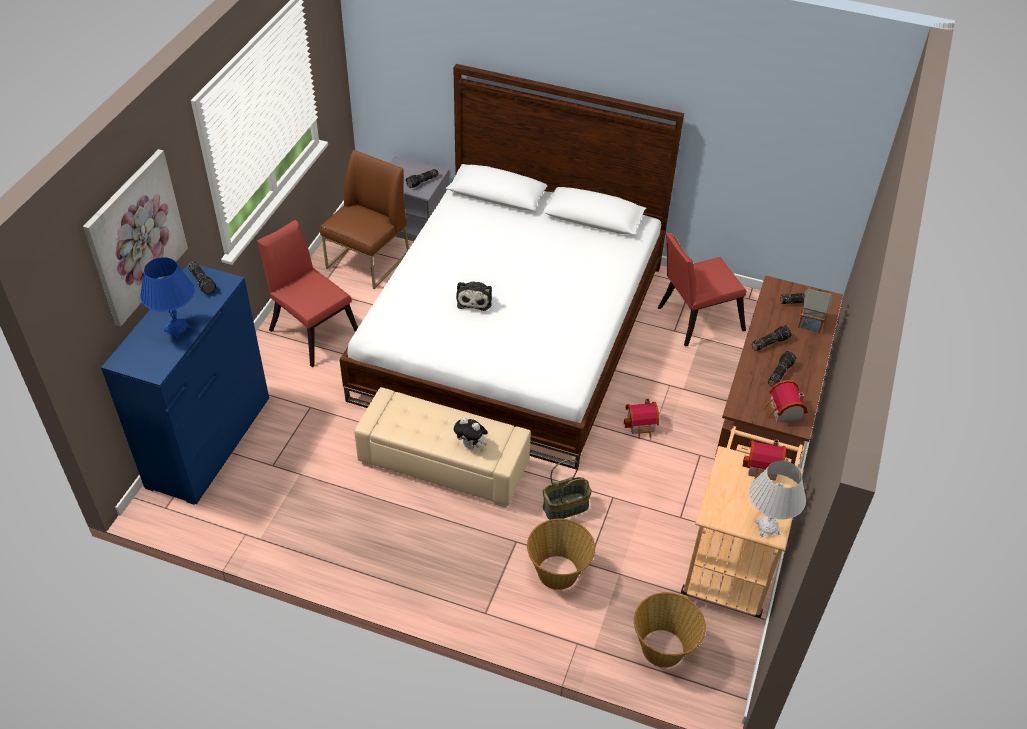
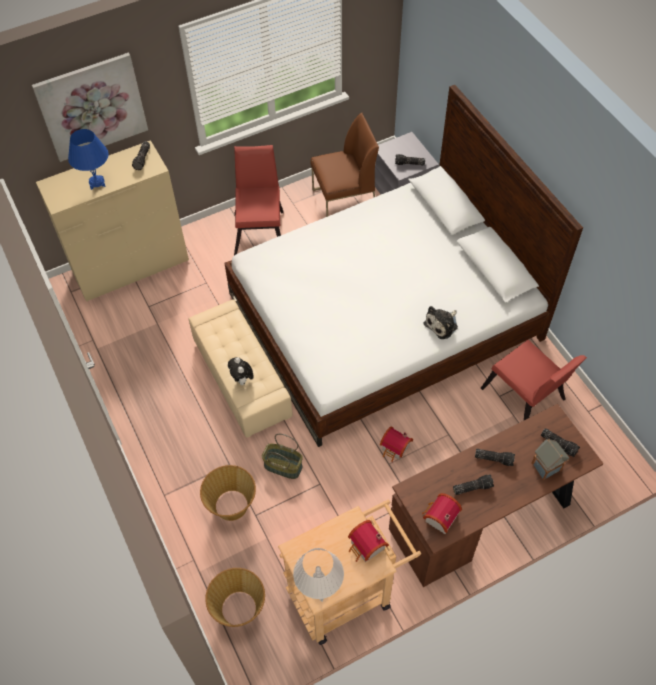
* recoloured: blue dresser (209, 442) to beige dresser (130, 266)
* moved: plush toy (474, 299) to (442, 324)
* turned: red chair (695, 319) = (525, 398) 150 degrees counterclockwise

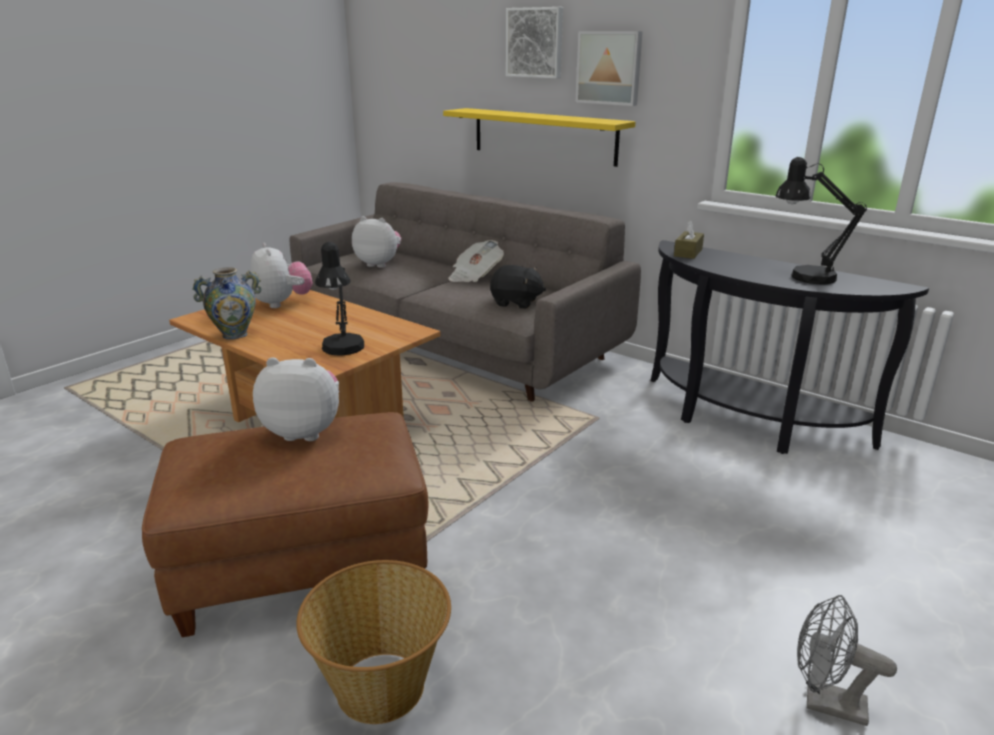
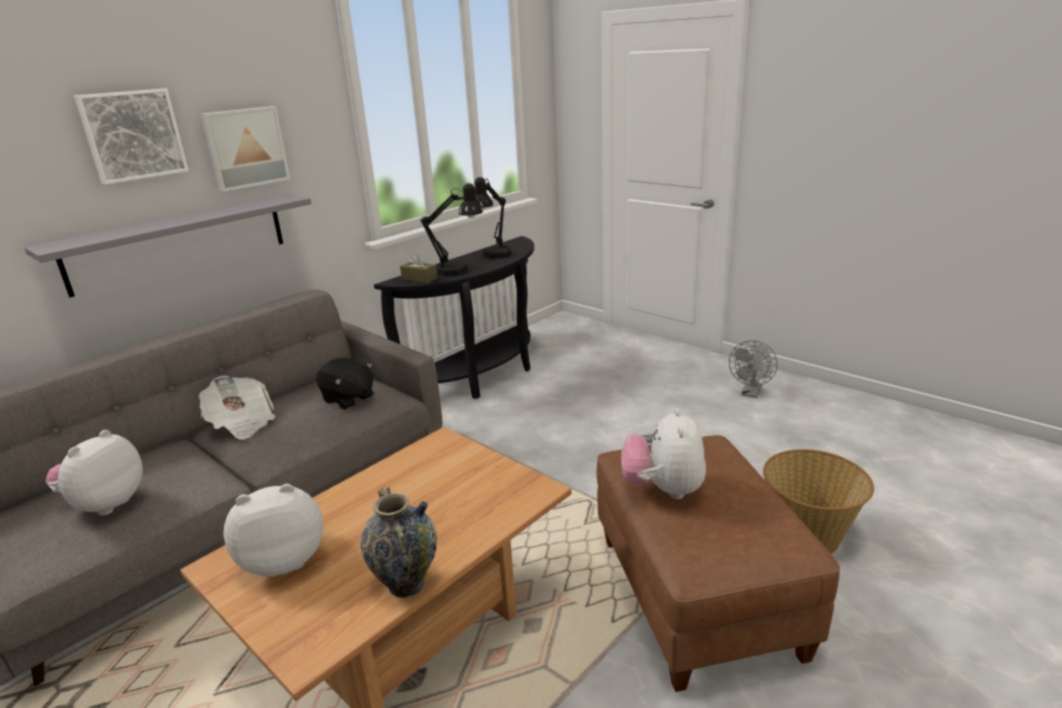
* recoloured: yellow shelf (543, 136) to grey shelf (179, 242)
* turned: black plush toy (516, 303) = (348, 399) 105 degrees clockwise
* moved: black table lamp (342, 351) to (459, 270)

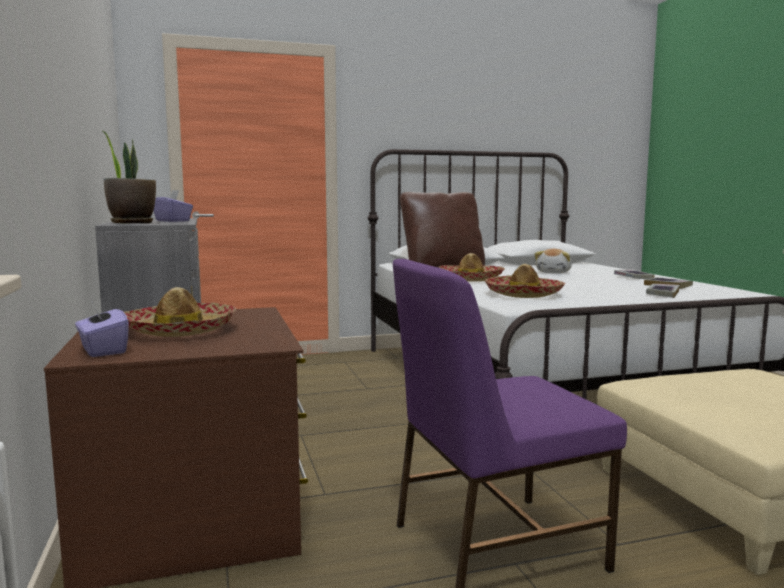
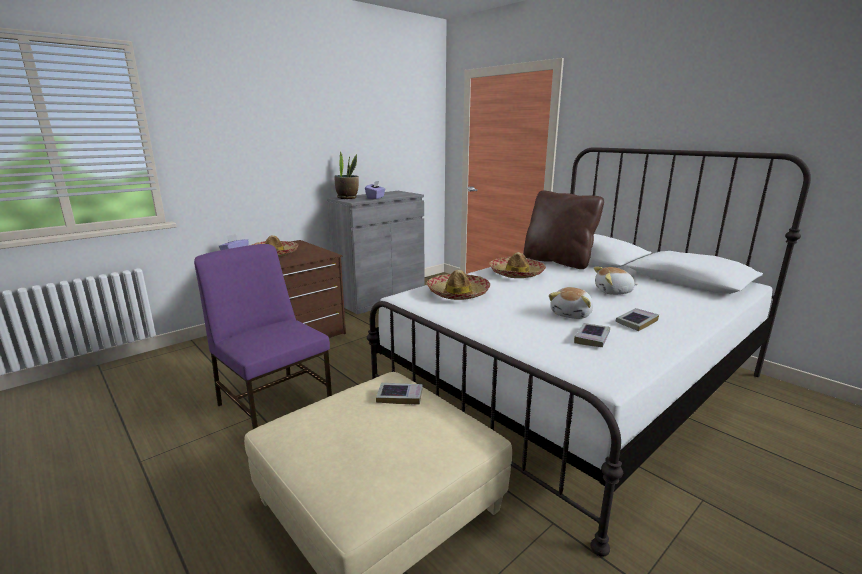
* moved: book (662, 294) to (400, 396)
* added: plush toy (571, 314)

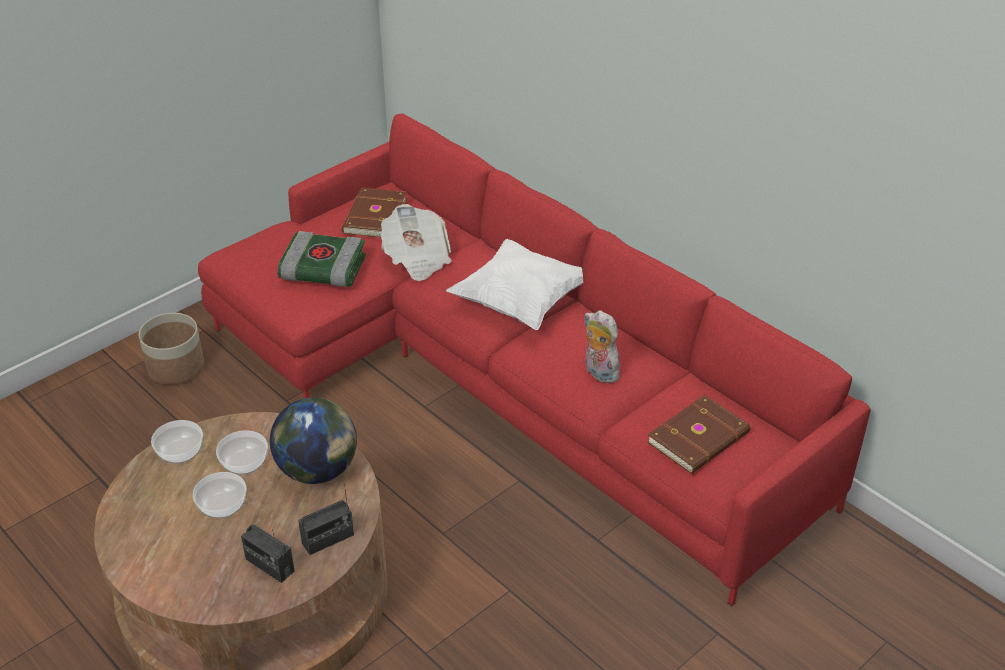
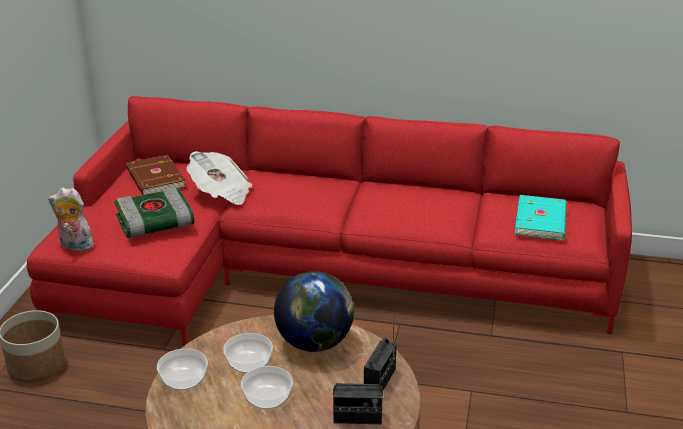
* moved: plush toy (598, 372) to (74, 246)
* recoloured: brown book (700, 438) to turquoise book (542, 220)
* removed: white pillow (521, 302)

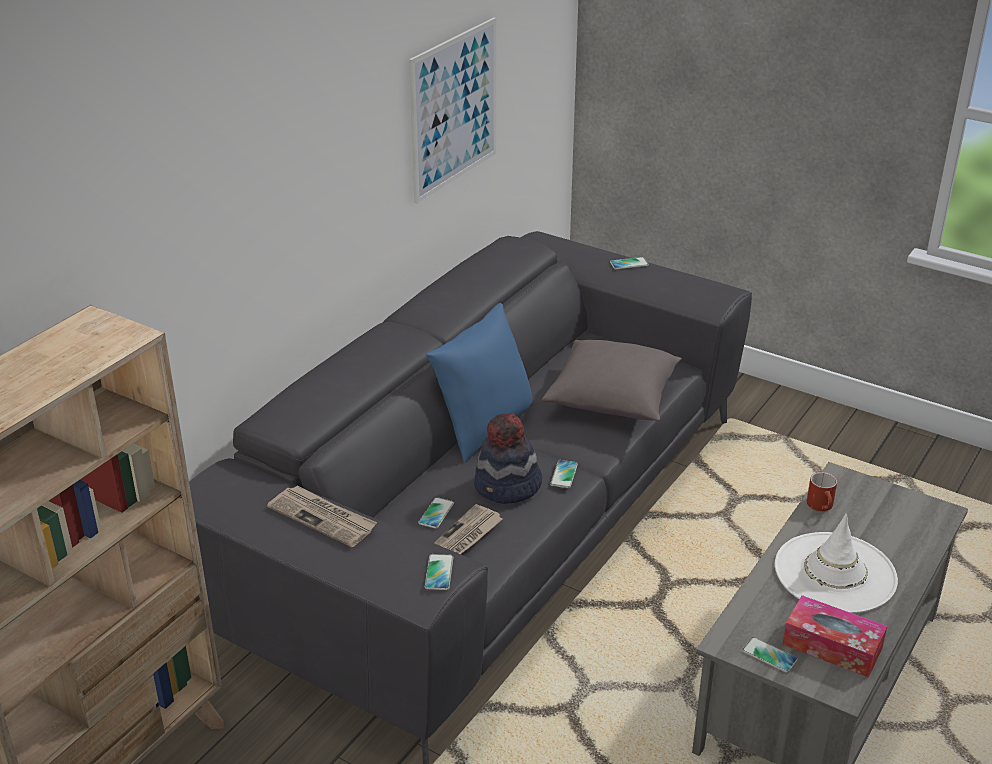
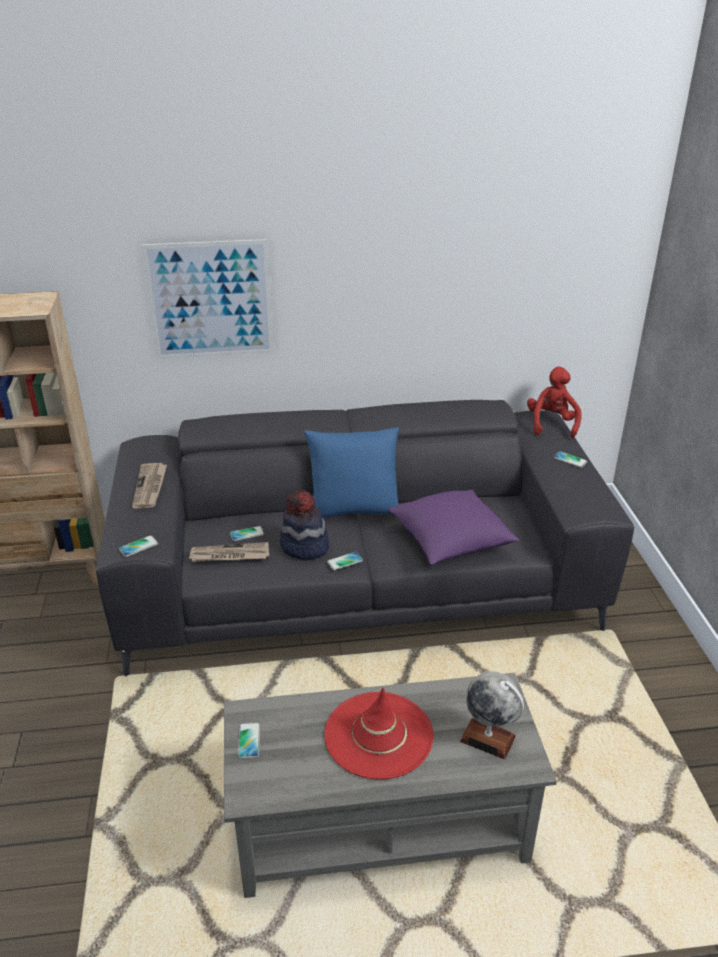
* moved: picture (454, 109) to (210, 300)
* recoloured: white hat (835, 573) to red hat (378, 735)
* recoloured: grey pillow (613, 400) to purple pillow (451, 542)
* added: globe (488, 738)
* added: red plush toy (551, 424)
* removed: tissue box (832, 646)
* removed: red mug (822, 506)

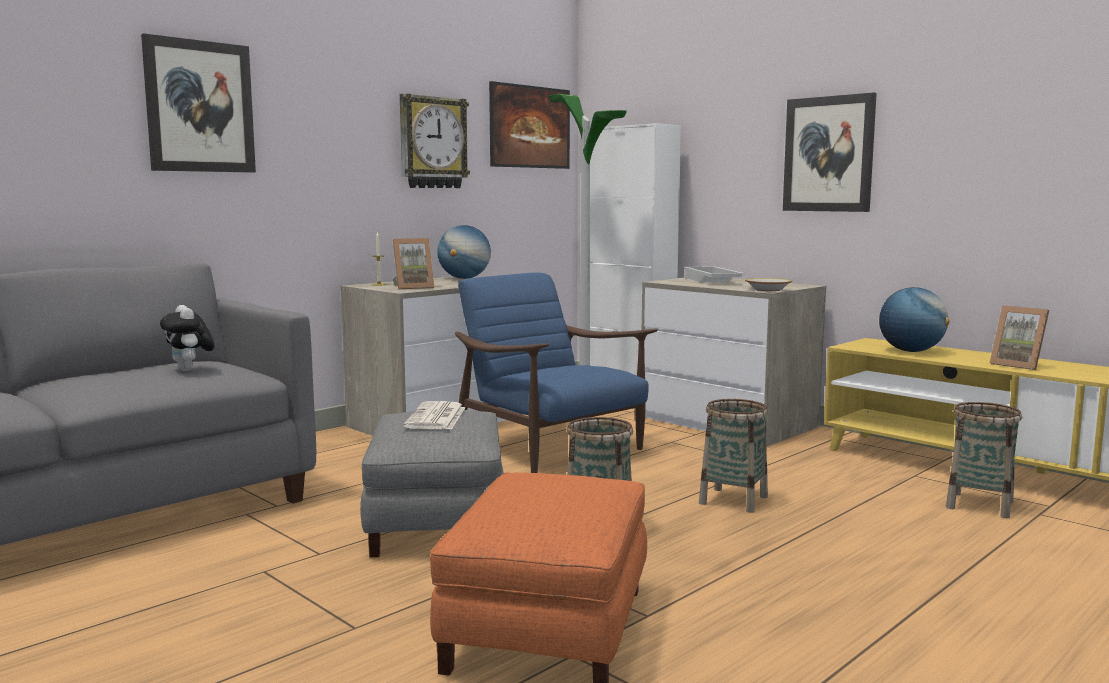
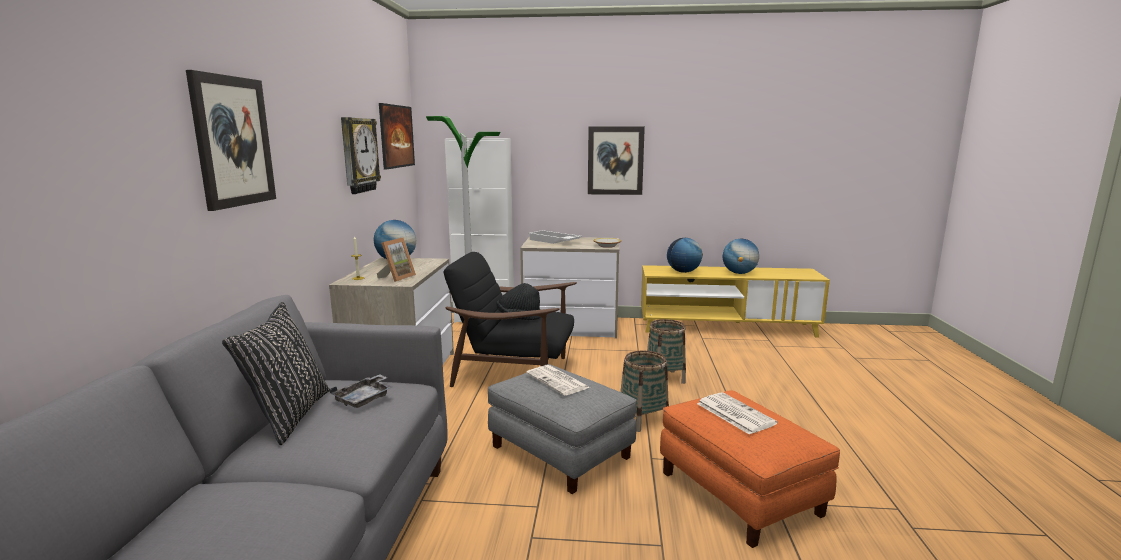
* added: black pillow (288, 416)
* replaced: plush toy (190, 370) to grey tray (364, 399)
* recoloured: blue armchair (550, 448) to black armchair (515, 372)
* added: black hat (518, 318)
* added: newspaper (734, 413)
* replaced: picture frame (1018, 365) to globe (739, 273)
* removed: basket (980, 505)

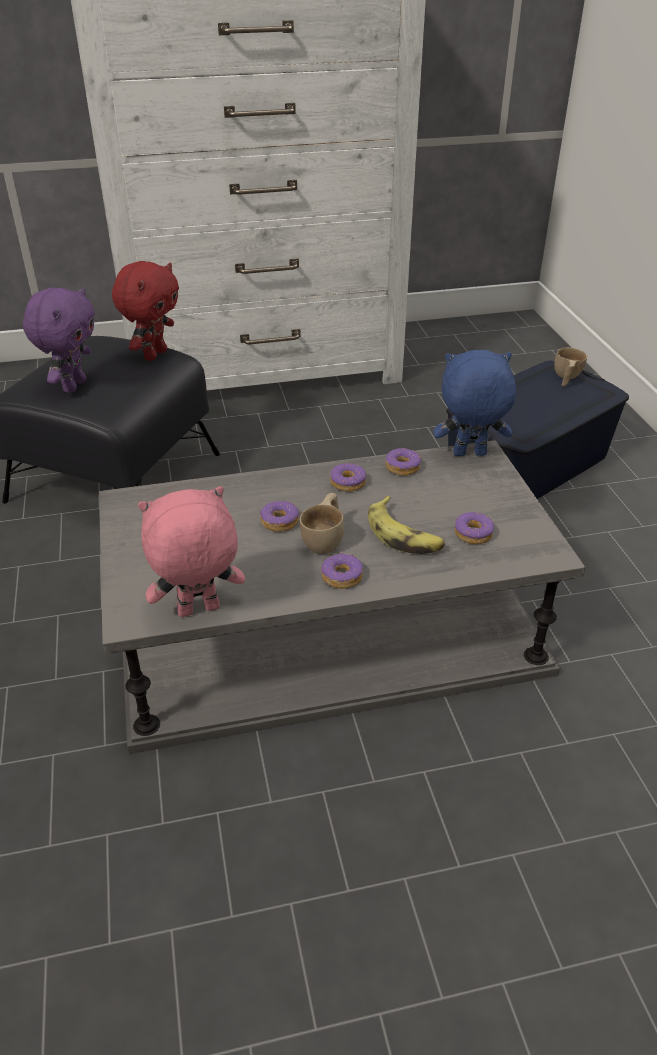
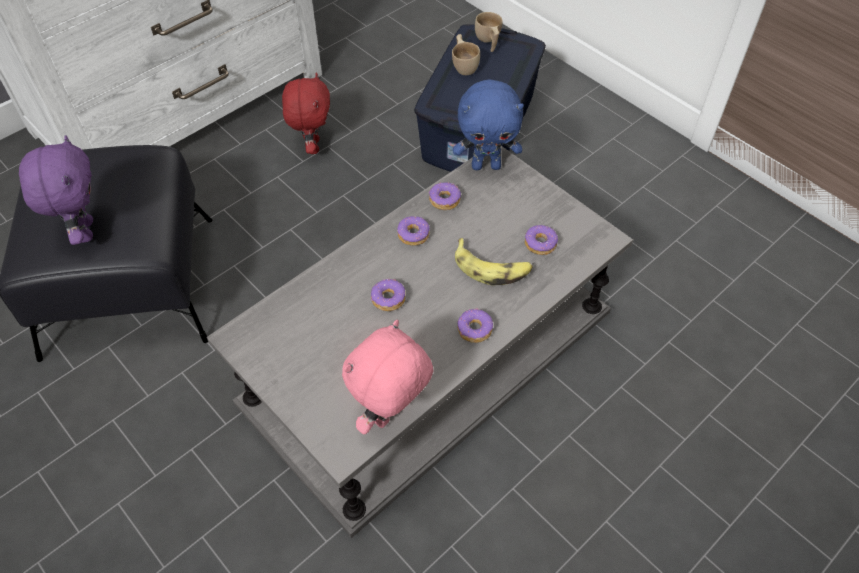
* moved: red plush toy (154, 354) to (312, 146)
* moved: beige cup (326, 539) to (464, 65)
* turned: blue plush toy (469, 455) = (486, 165) 150 degrees counterclockwise

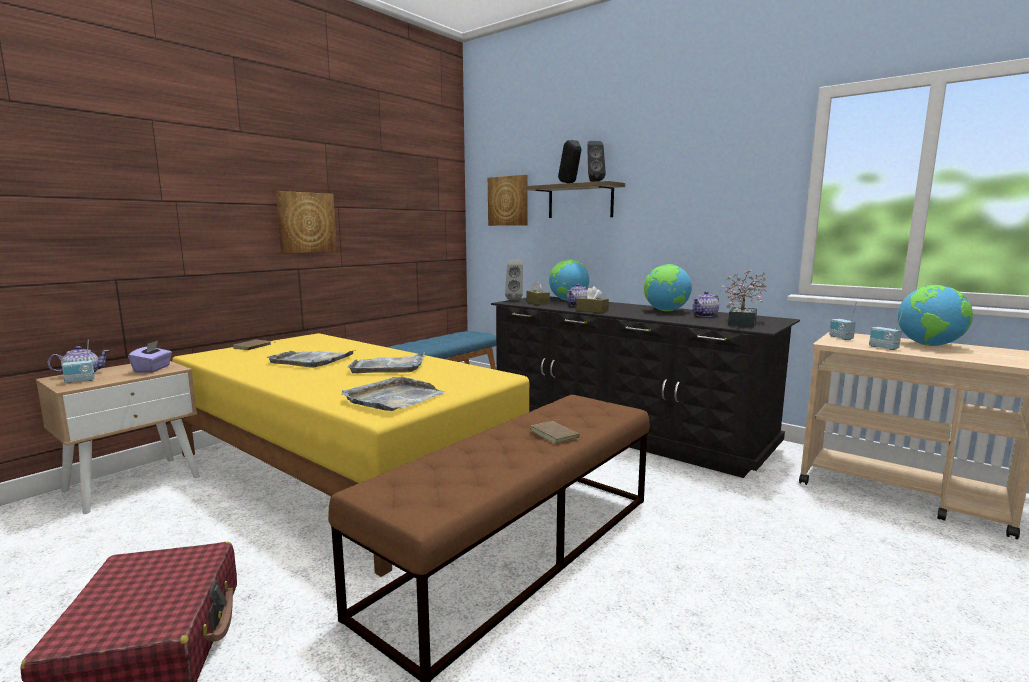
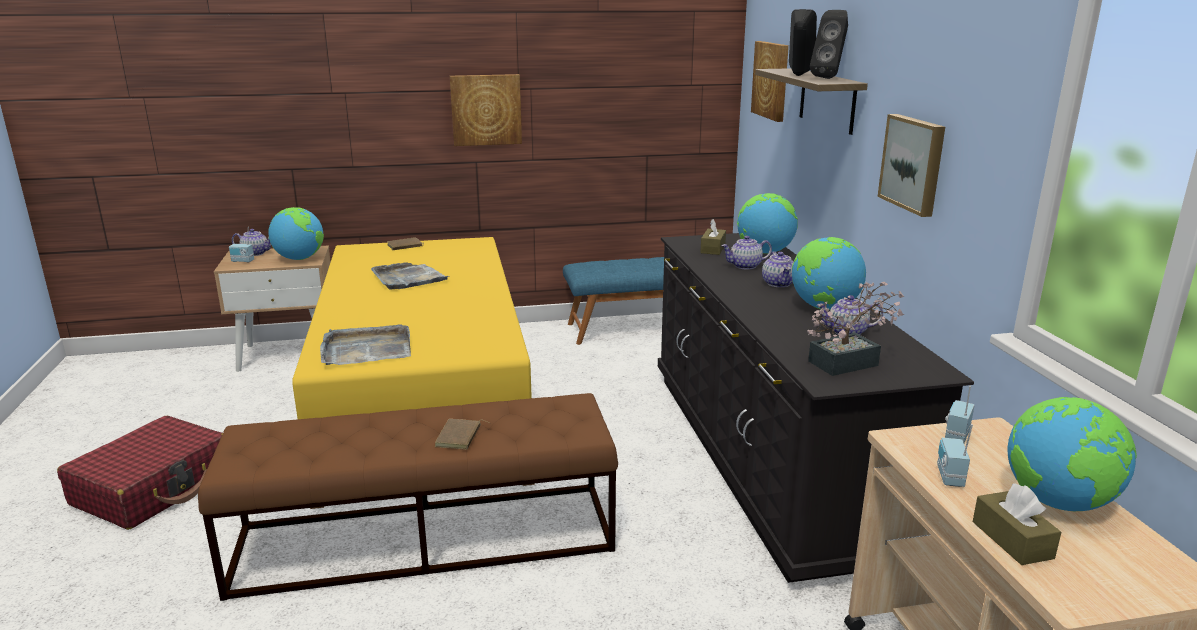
* replaced: purple tissue box (153, 369) to globe (299, 258)
* added: teapot (779, 283)
* added: picture (914, 163)
* moved: brown tissue box (592, 310) to (1012, 540)
* removed: grey tray (389, 366)
* removed: grey speaker (515, 300)

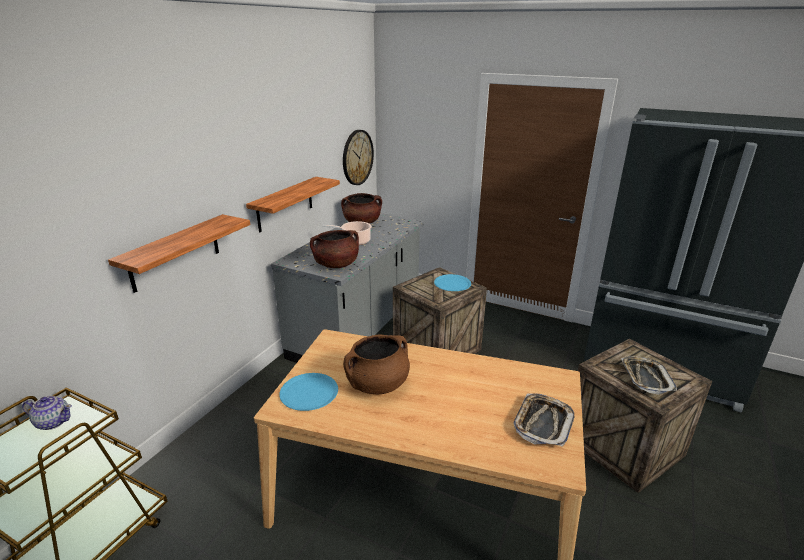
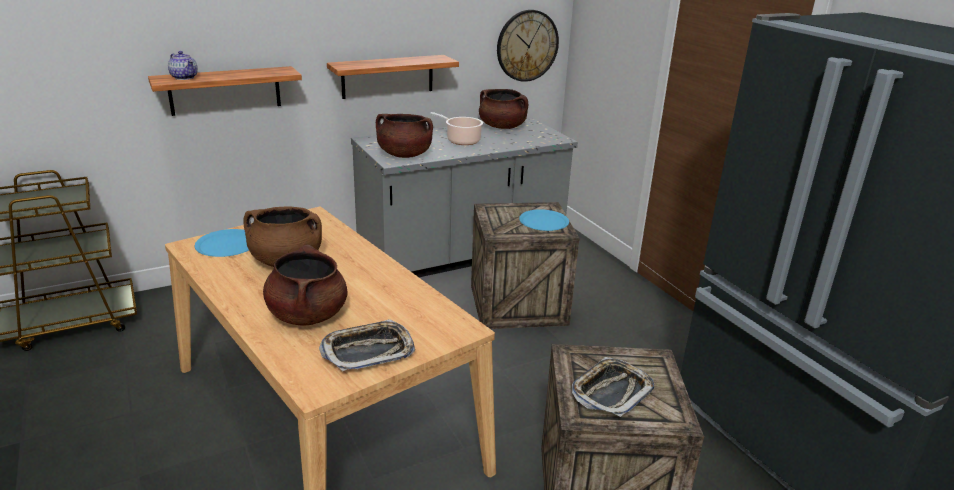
* moved: teapot (53, 422) to (184, 77)
* added: brown cooking pot (307, 315)

